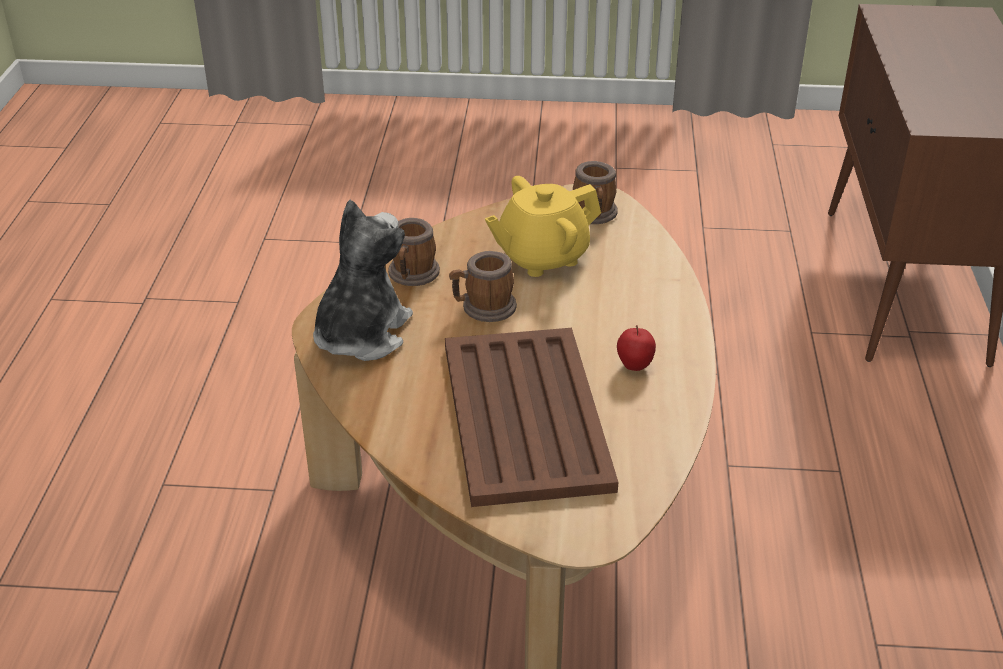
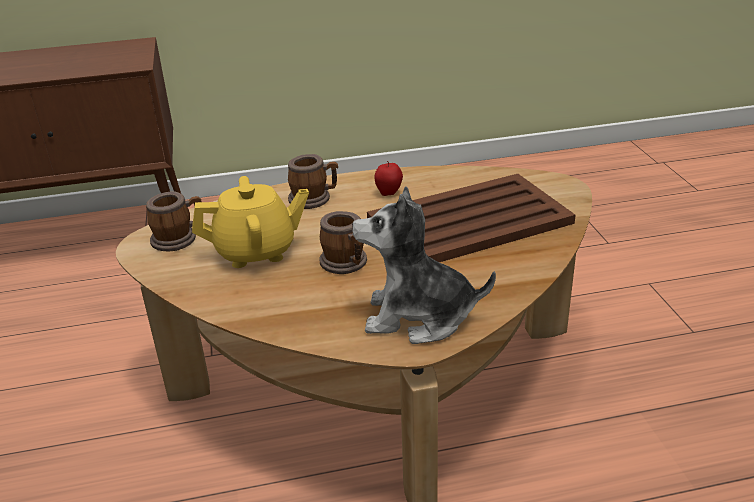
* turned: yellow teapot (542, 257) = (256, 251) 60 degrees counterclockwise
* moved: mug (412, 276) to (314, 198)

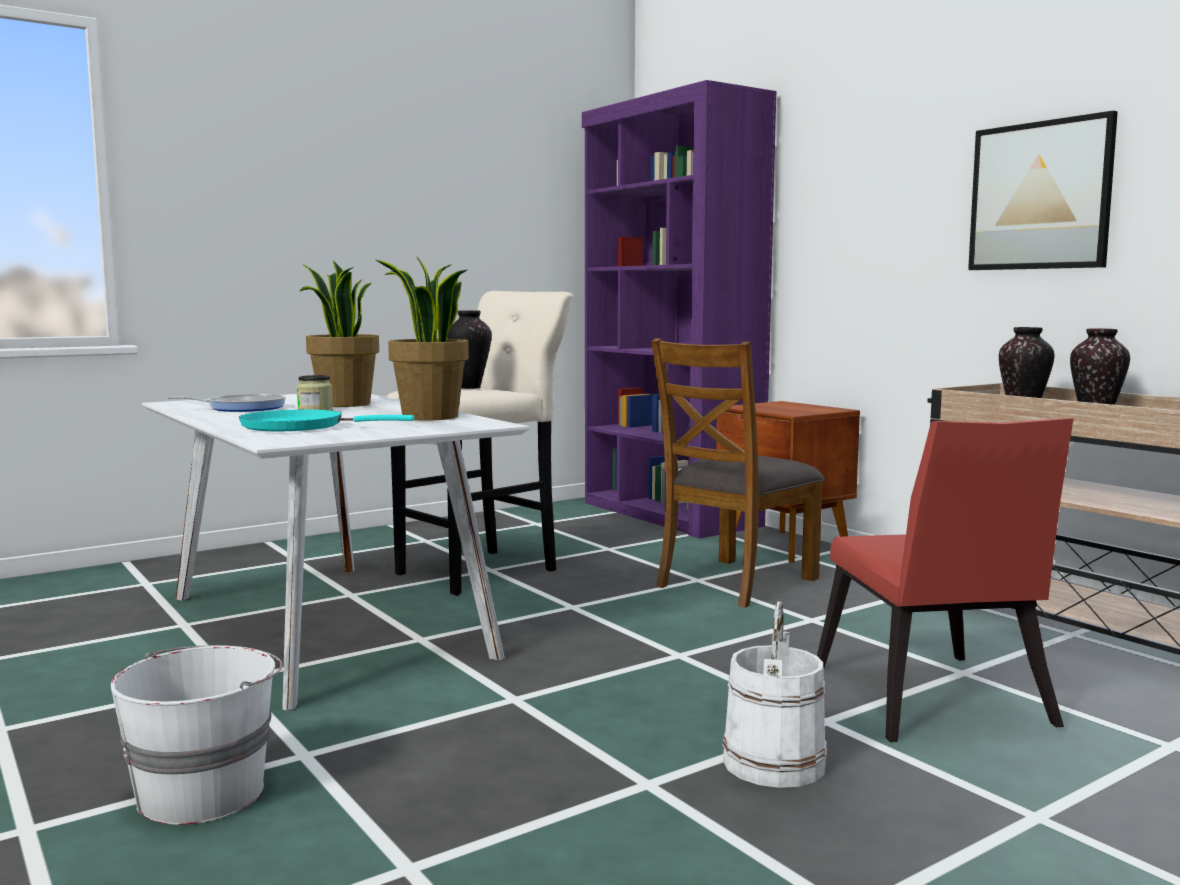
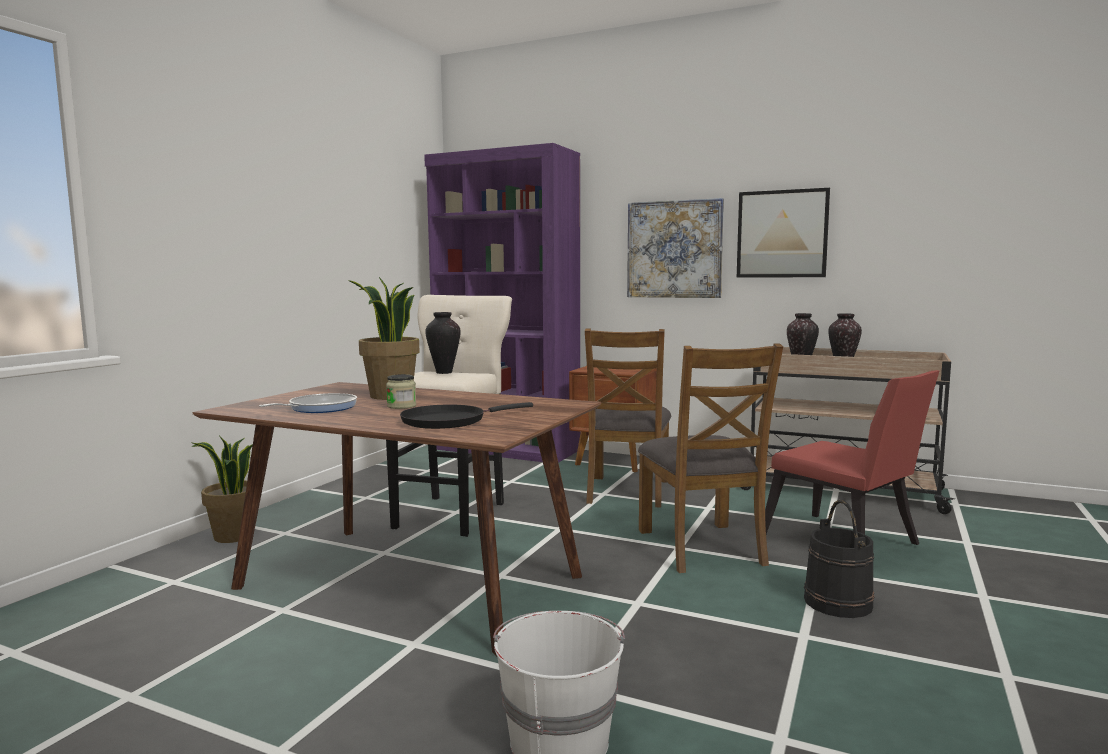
* moved: potted plant (429, 417) to (233, 536)
* recoloured: white dining table (322, 626) to brown dining table (407, 583)
* recoloured: turquoise frying pan (300, 427) to black frying pan (448, 421)
* added: picture (674, 249)
* added: brown chair (702, 547)
* recoloured: white bucket (774, 763) to black bucket (838, 602)

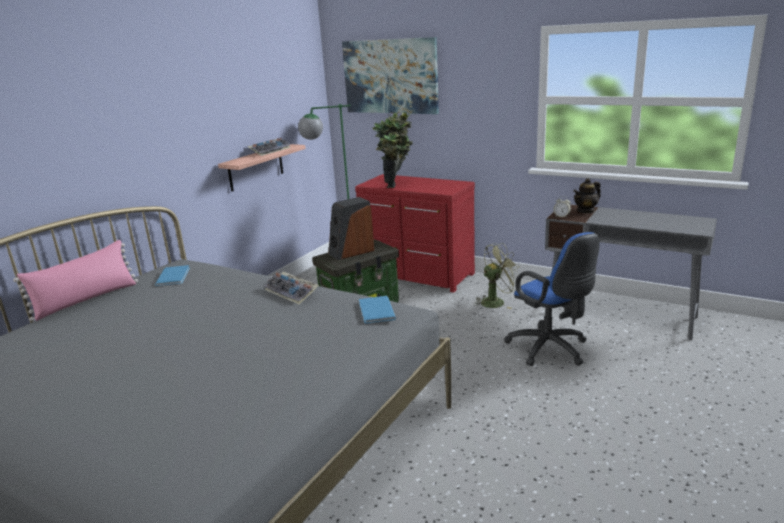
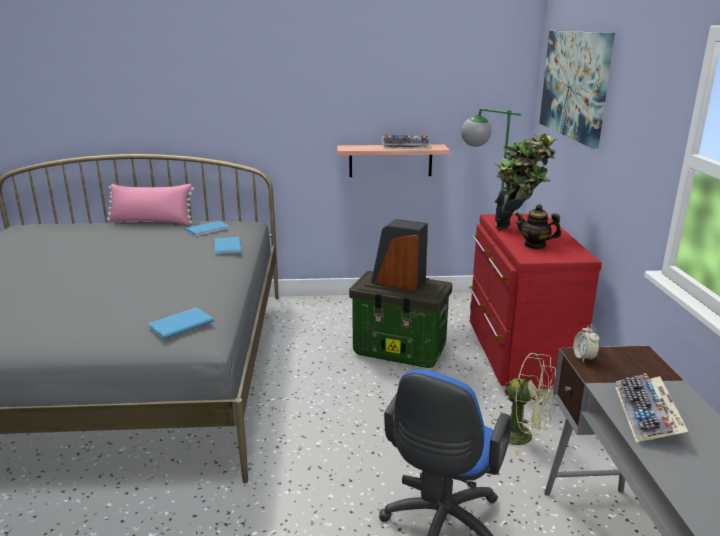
* added: blue book (227, 247)
* moved: teapot (586, 211) to (535, 245)
* moved: keyboard (292, 292) to (648, 416)

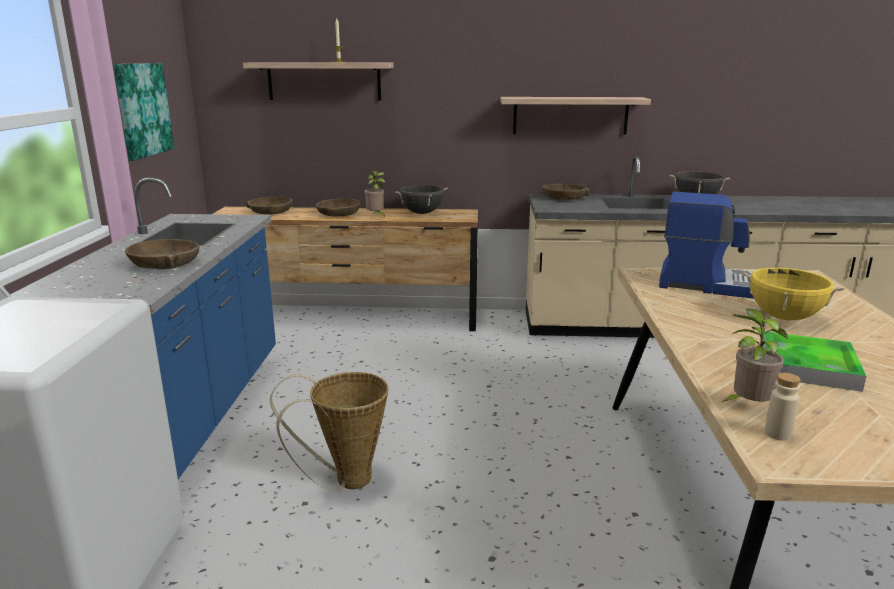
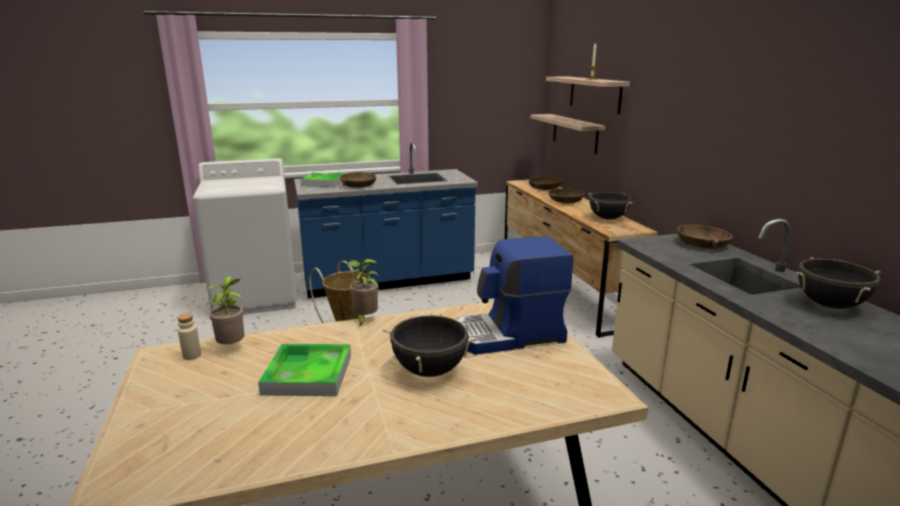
* added: tray (323, 182)
* moved: potted plant (376, 216) to (365, 320)
* recoloured: yellow cooking pot (784, 317) to black cooking pot (430, 370)
* turned: coffee machine (708, 284) = (509, 335) 75 degrees clockwise
* moved: shelf (570, 115) to (574, 133)
* removed: picture (142, 110)

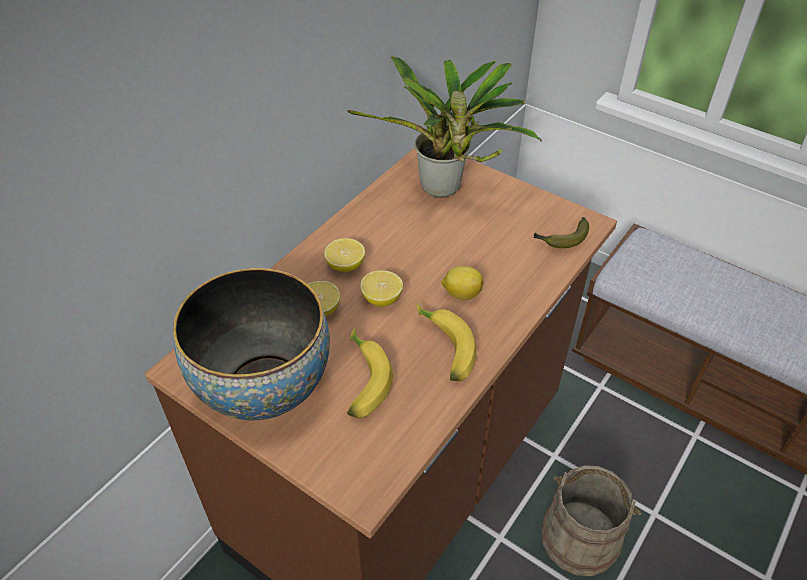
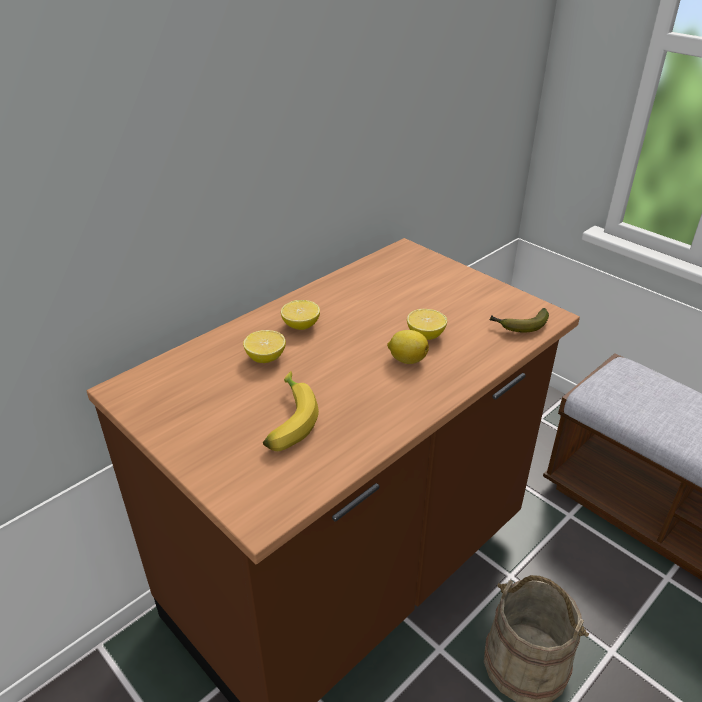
* moved: lemon (381, 299) to (425, 335)
* removed: bowl (265, 389)
* removed: potted plant (444, 191)
* removed: banana (443, 349)

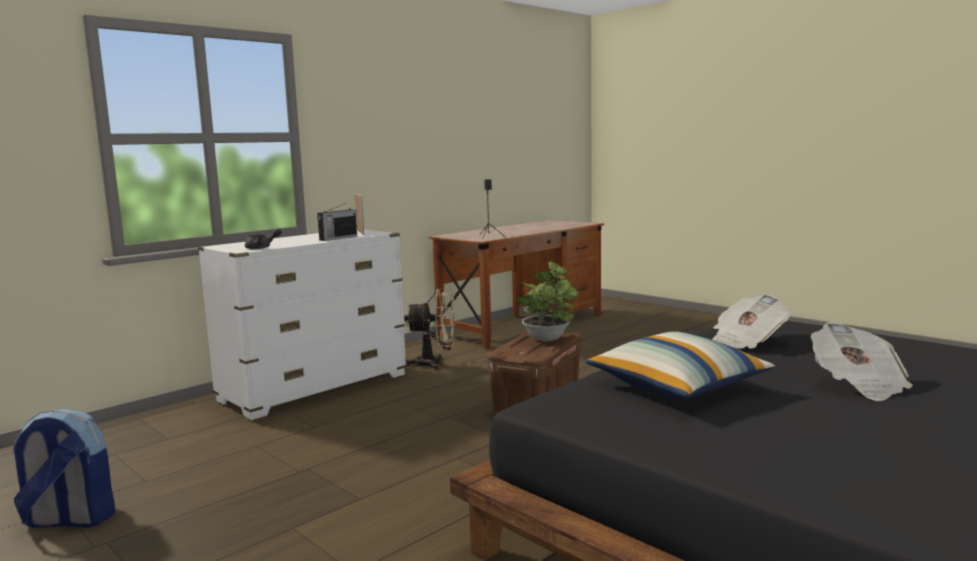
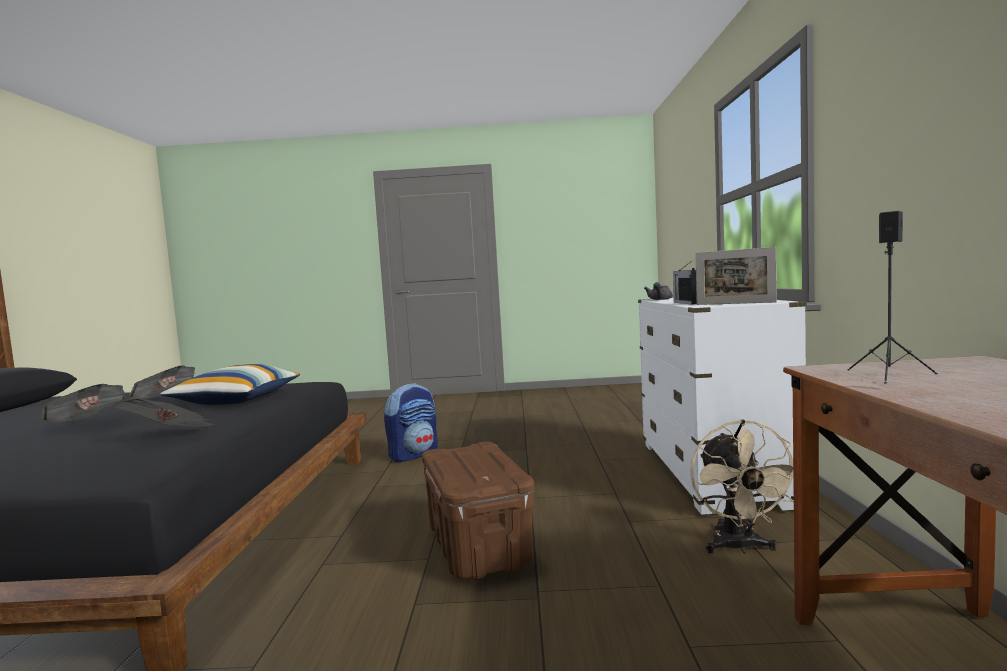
* added: newspaper (164, 399)
* moved: backpack (69, 520) to (414, 454)
* turned: beige fan (435, 364) = (739, 547) 45 degrees counterclockwise
* removed: potted plant (547, 337)

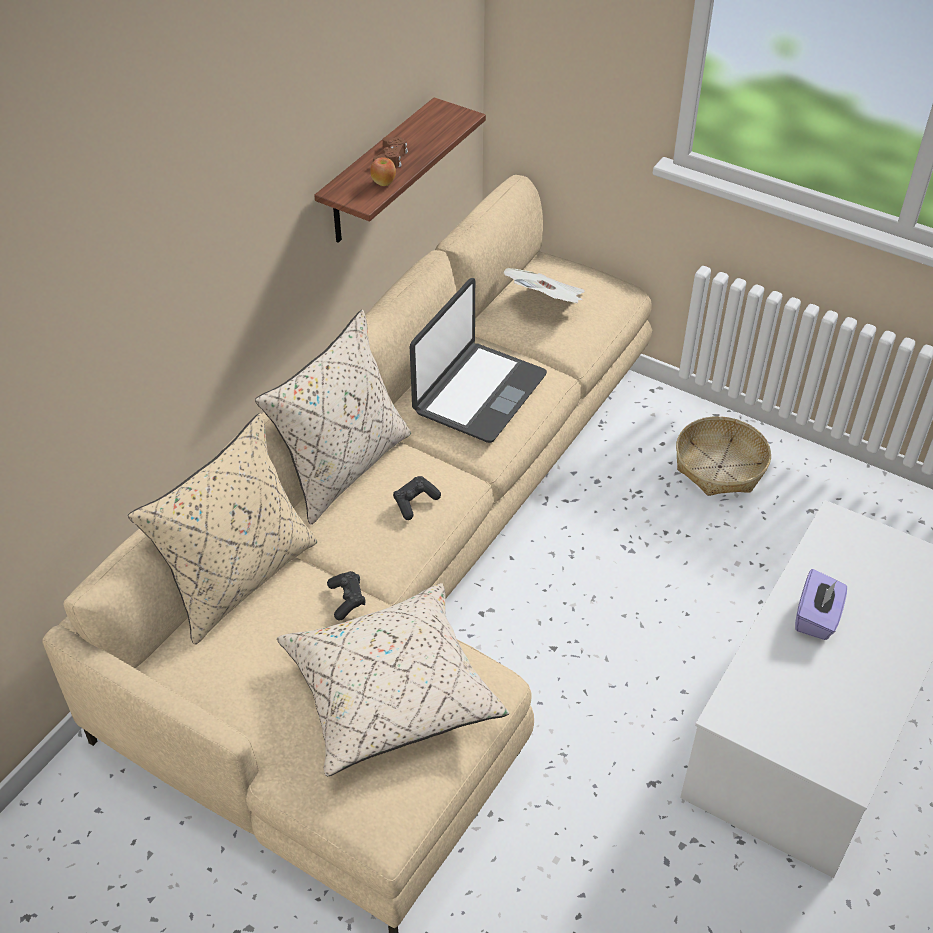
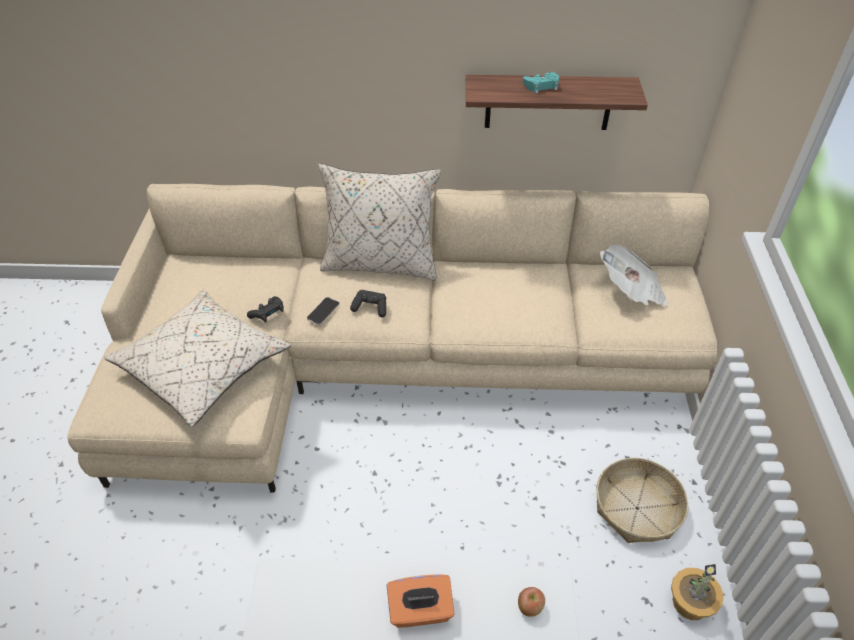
* added: phone (323, 311)
* recoloured: purple tissue box (816, 618) to orange tissue box (420, 611)
* moved: apple (384, 182) to (530, 607)
* recoloured: brown game controller (391, 157) to turquoise game controller (541, 86)
* added: potted plant (691, 603)
* removed: beige pillow (238, 578)
* removed: laptop (478, 393)

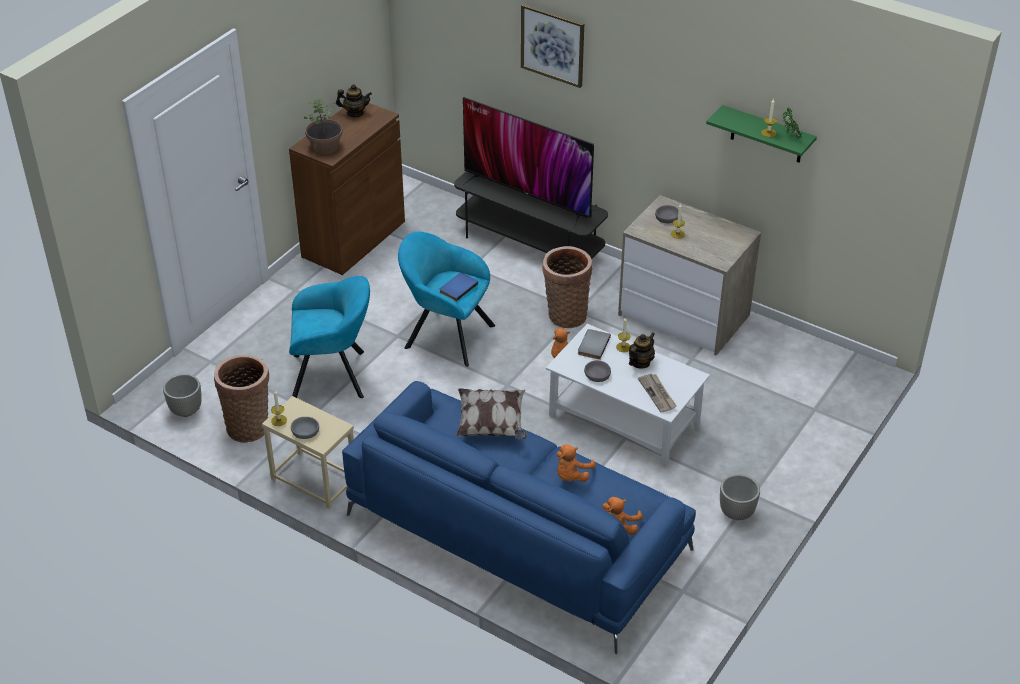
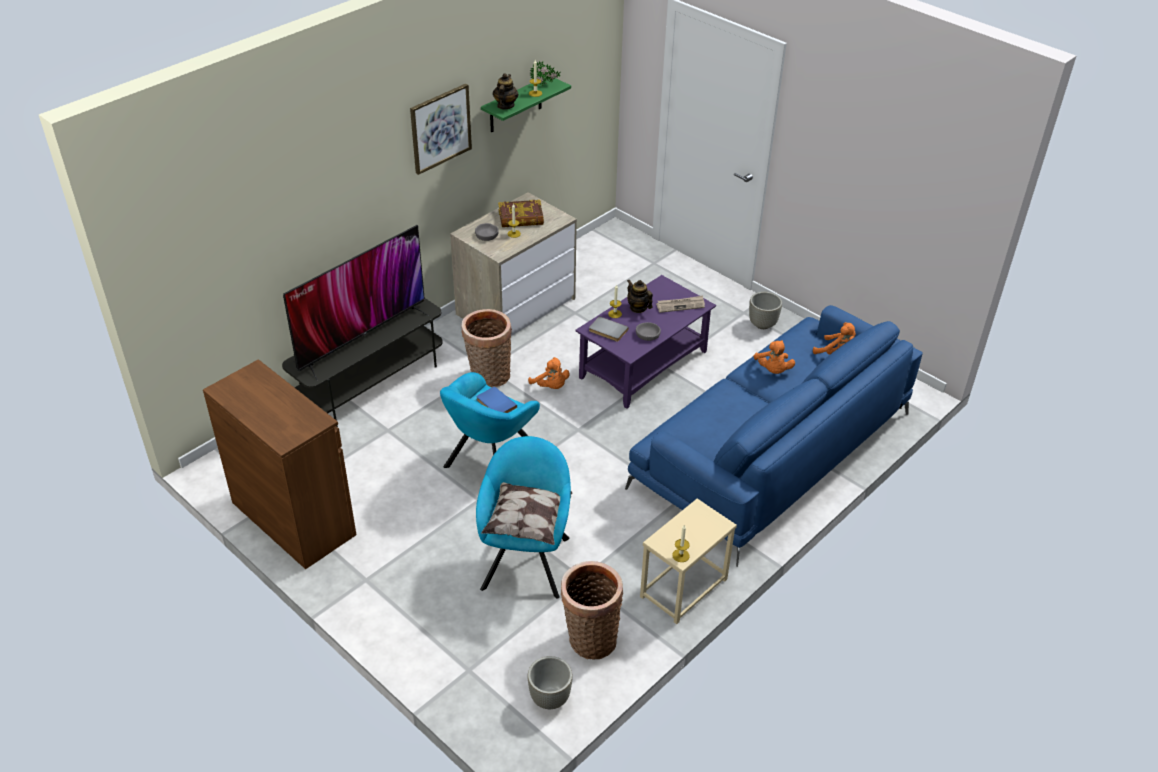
* moved: picture (552, 45) to (440, 128)
* moved: pillow (492, 425) to (528, 523)
* moved: teapot (355, 113) to (505, 106)
* added: book (521, 218)
* recoloured: white coffee table (622, 420) to purple coffee table (643, 365)
* turned: orange plush toy (572, 476) = (772, 370) 45 degrees clockwise
* removed: grey bowl (305, 431)
* removed: potted plant (325, 147)

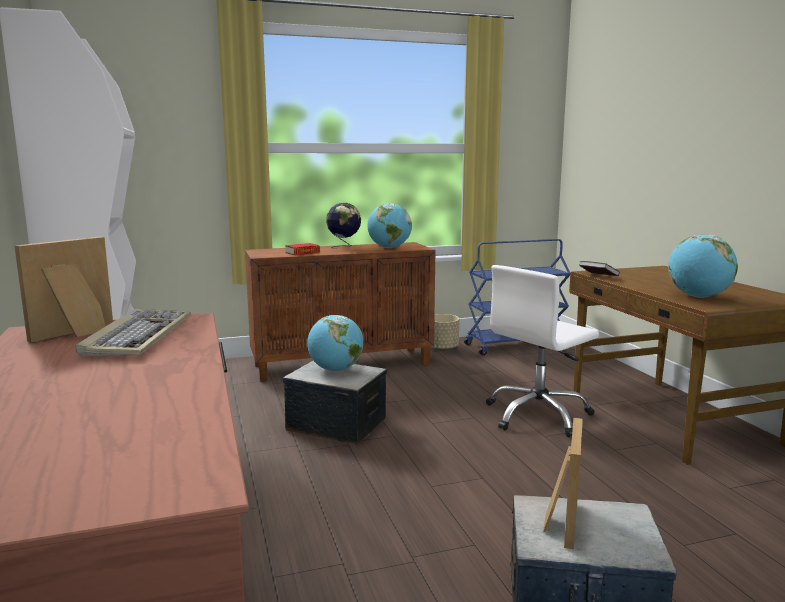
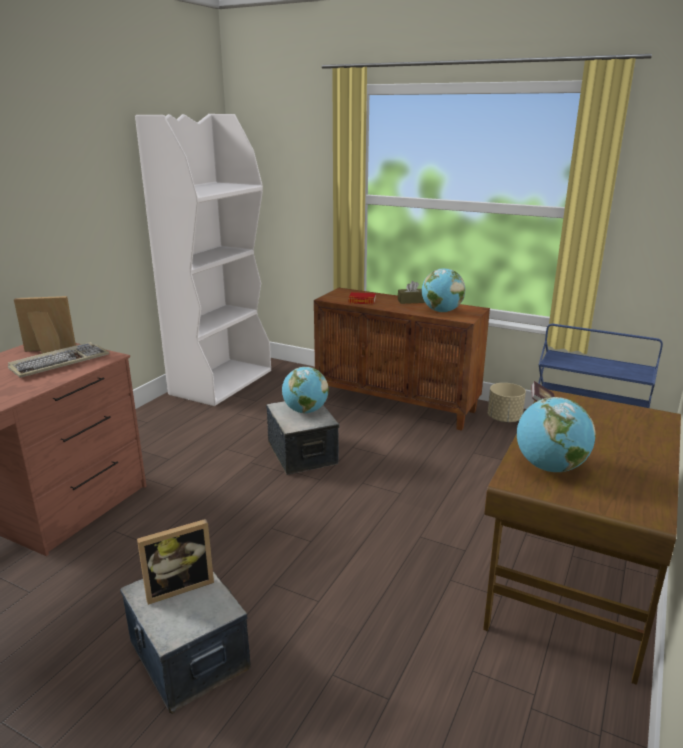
* replaced: globe (344, 247) to brown tissue box (411, 301)
* removed: white office chair (538, 415)

